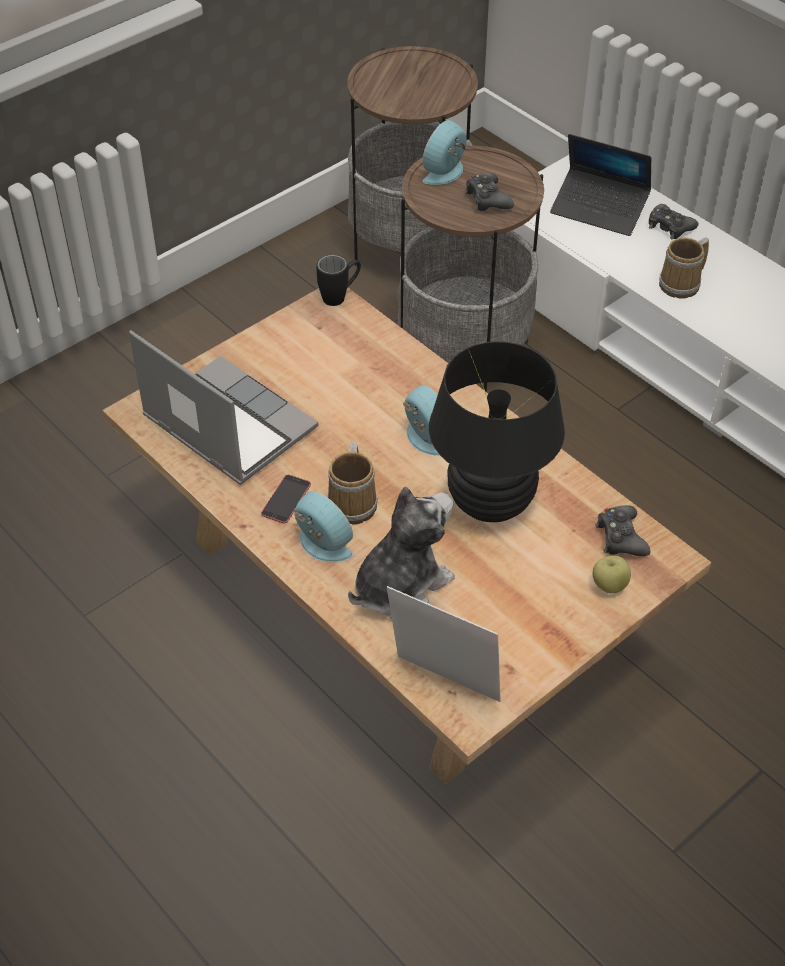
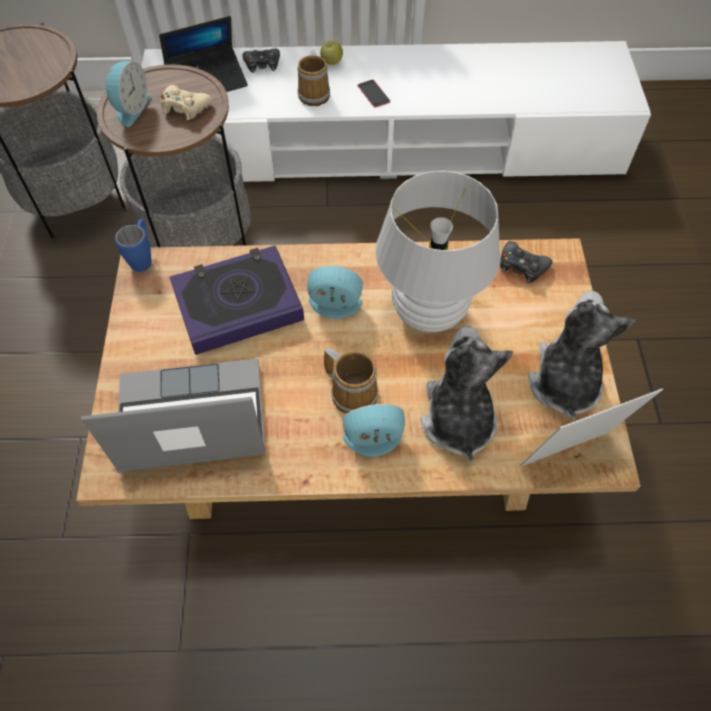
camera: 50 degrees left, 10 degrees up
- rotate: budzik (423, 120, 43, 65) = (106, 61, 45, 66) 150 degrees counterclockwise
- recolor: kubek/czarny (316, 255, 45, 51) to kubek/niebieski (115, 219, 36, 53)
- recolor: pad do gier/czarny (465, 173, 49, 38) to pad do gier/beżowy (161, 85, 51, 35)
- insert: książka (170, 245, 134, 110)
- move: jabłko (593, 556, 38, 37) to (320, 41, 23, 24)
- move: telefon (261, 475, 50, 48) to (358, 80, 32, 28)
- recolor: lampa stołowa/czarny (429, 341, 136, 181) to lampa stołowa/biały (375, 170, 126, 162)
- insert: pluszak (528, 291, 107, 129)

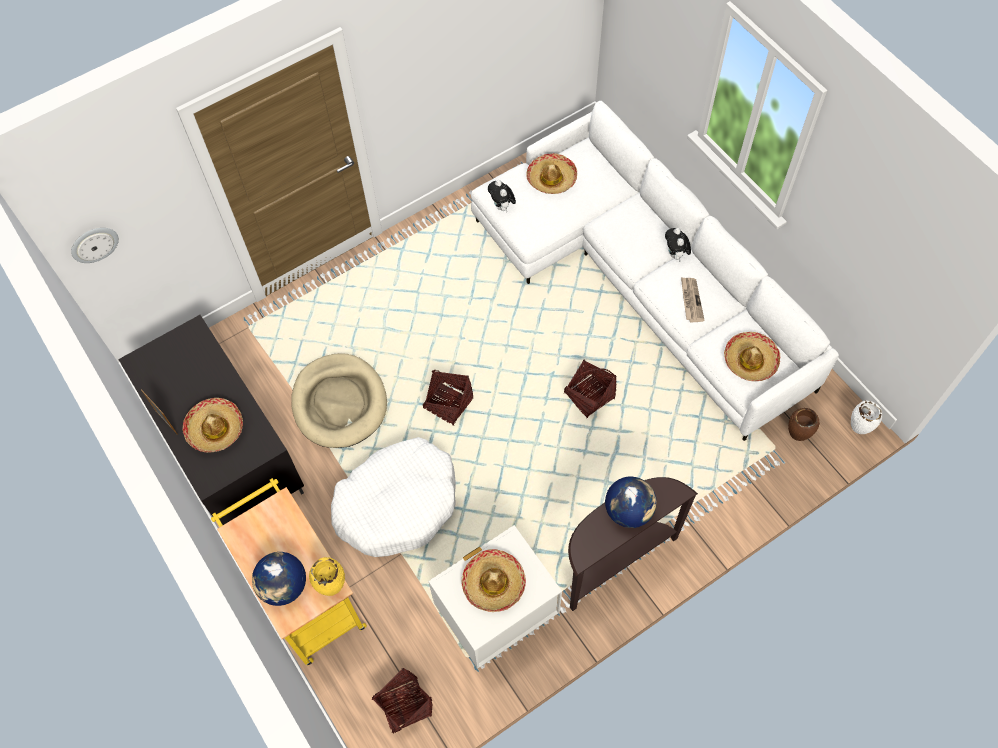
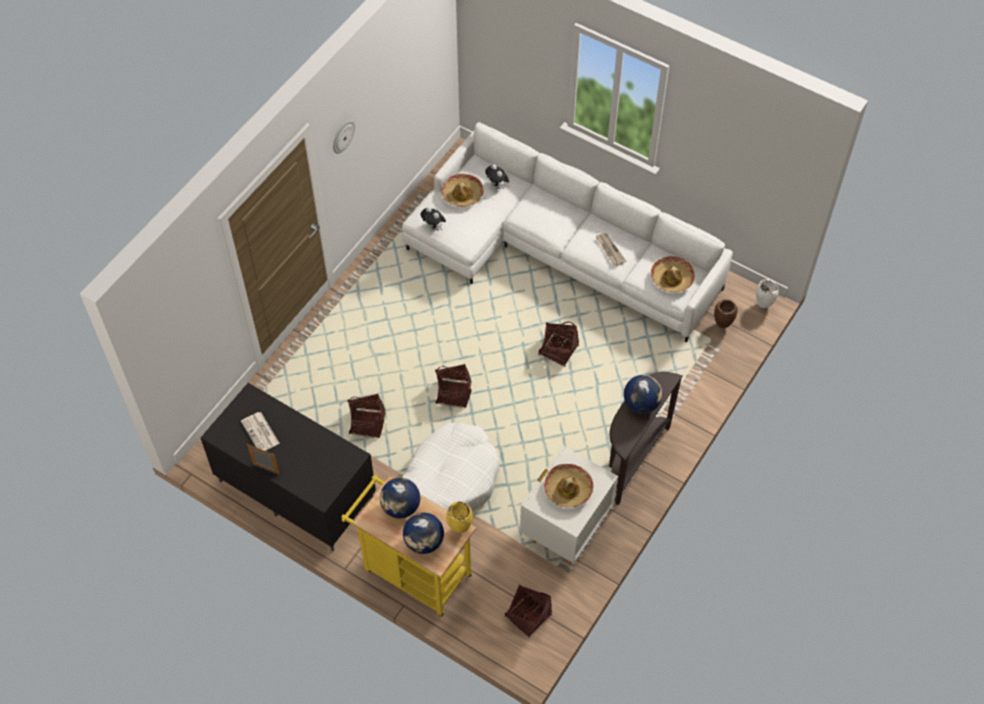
camera: 25 degrees left, 5 degrees down
- insert: gazeta (241, 412, 39, 39)
- move: zegar ścienny (71, 228, 48, 35) to (333, 120, 22, 34)
- replace: legowisko/beżowy (291, 353, 96, 95) to koszyk (347, 393, 39, 45)
- insert: globus (380, 478, 40, 41)
- move: pluszak (665, 228, 26, 33) to (485, 164, 24, 26)
- delete: kapelusz (182, 398, 61, 55)

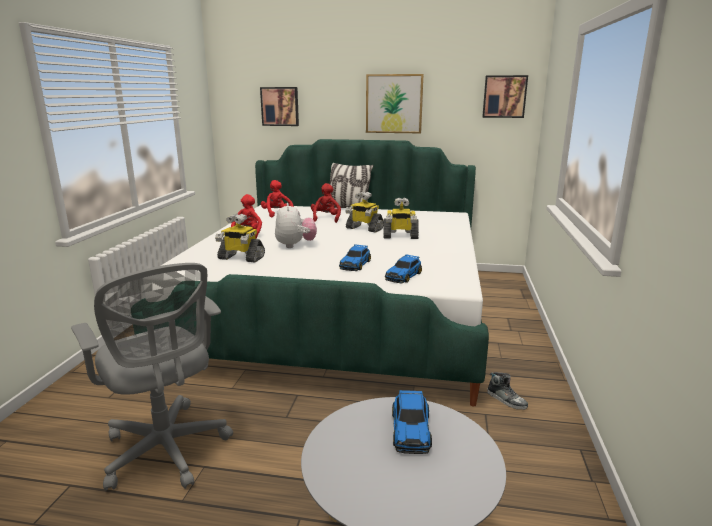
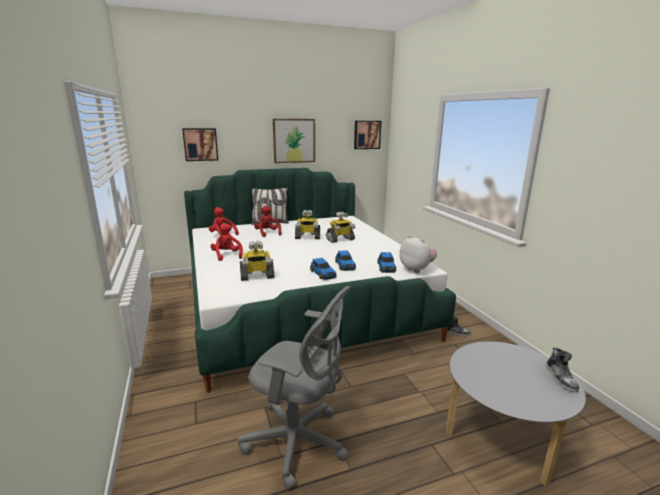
camera: 30 degrees left, 0 degrees up
- move: samochodzik (392, 390, 40, 64) to (310, 258, 27, 22)
- move: pluszak (275, 203, 42, 45) to (399, 235, 38, 38)
- insert: but (546, 348, 33, 44)

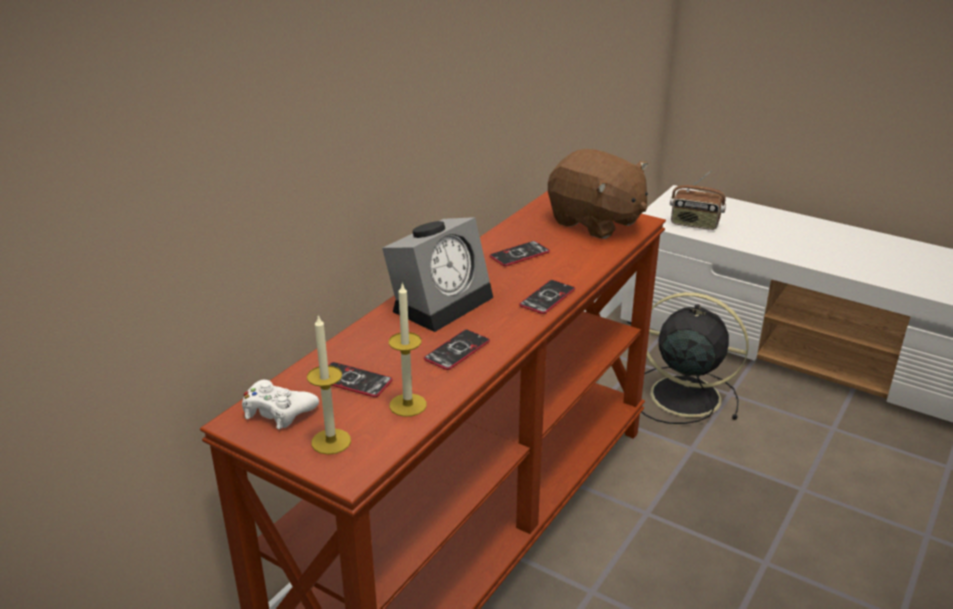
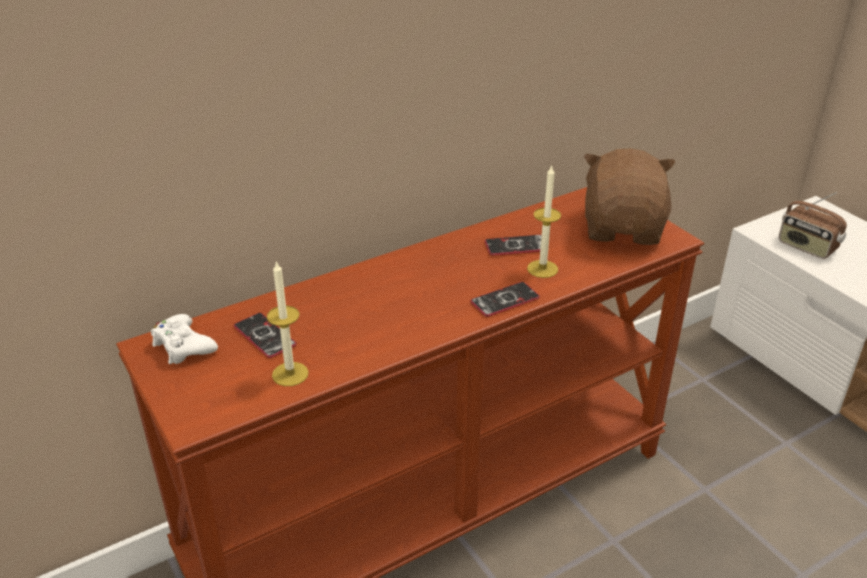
camera: 25 degrees right, 5 degrees up
- move: świeca (307, 314, 44, 141) to (527, 165, 34, 113)
- rotate: pluszak/brązowy (548, 149, 100, 90) = (584, 148, 92, 97) 150 degrees counterclockwise
- delete: budzik (382, 217, 111, 115)
- delete: telefon (424, 329, 66, 41)
- delete: wentylator/czarny (642, 292, 107, 132)

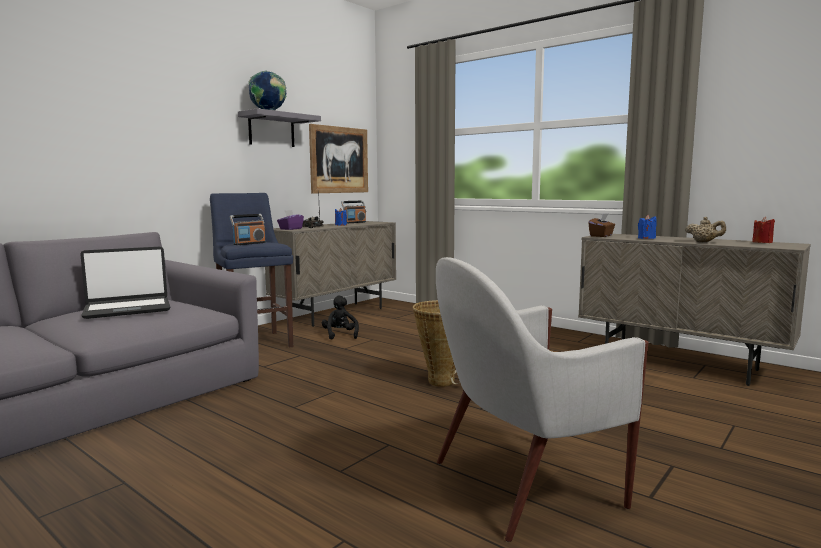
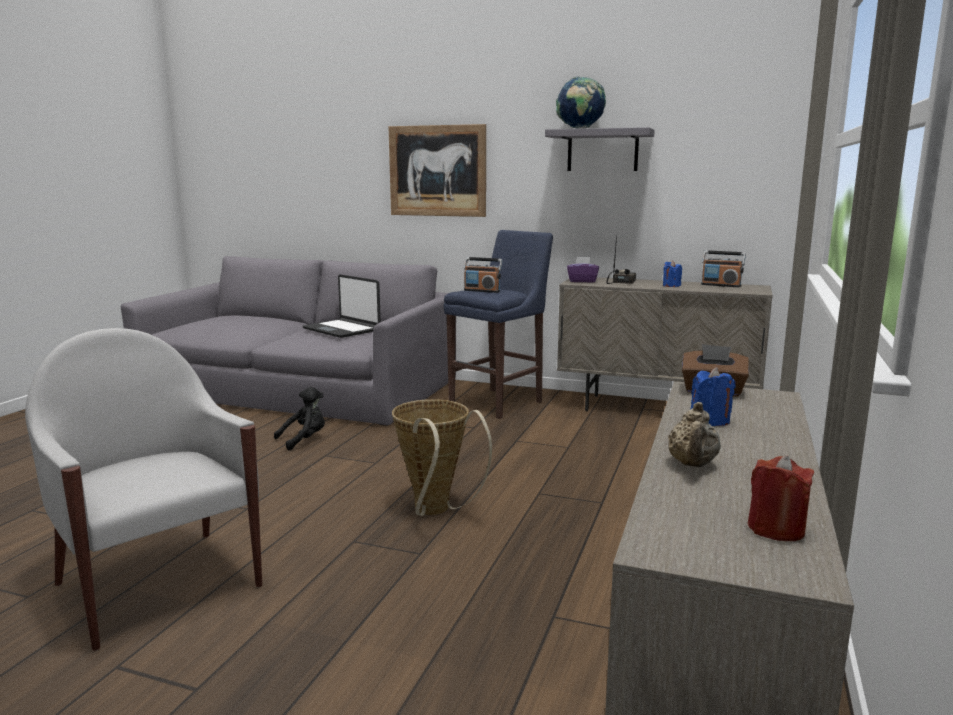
camera: 70 degrees right, 5 degrees up
- move: pluszak/czarny (322, 295, 37, 45) to (274, 387, 51, 63)
- move: obraz (309, 124, 59, 69) to (388, 124, 98, 93)

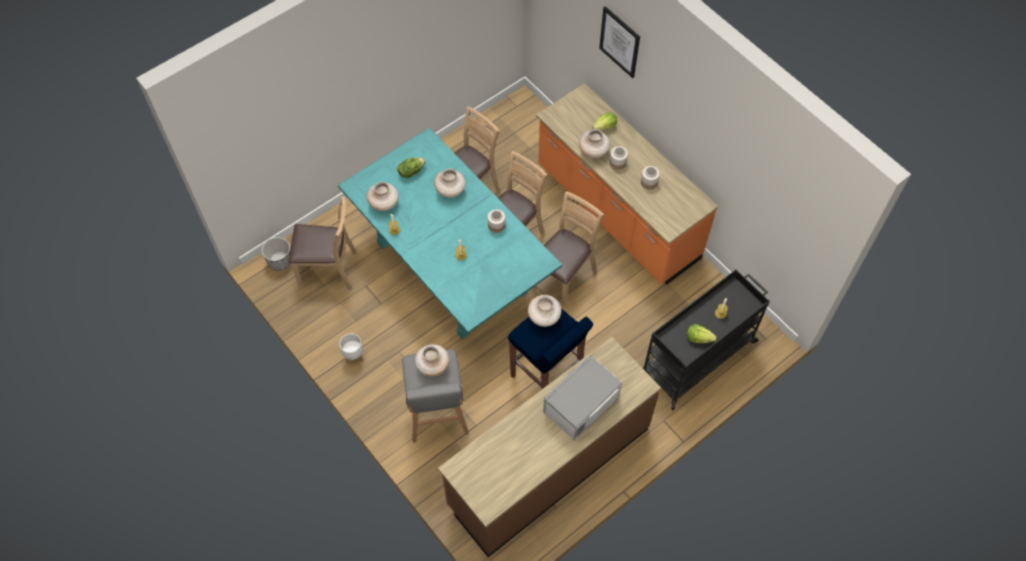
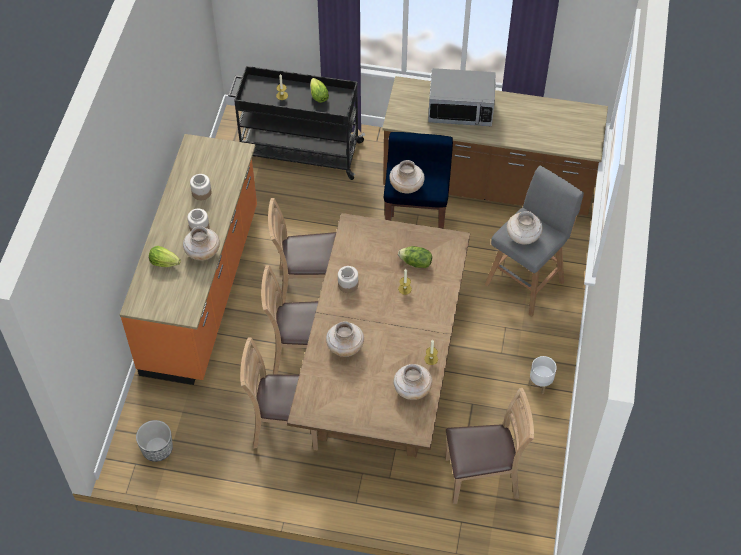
camera: 130 degrees left, 5 degrees down
- move: donica (261, 237, 30, 33) to (136, 420, 37, 42)
- recolor: stół jadalny/turkusowy (338, 128, 224, 211) to stół jadalny/brązowy (287, 213, 183, 244)
- move: sałata (397, 157, 28, 21) to (398, 246, 34, 22)
- rotate: krzesło/brązowy (288, 197, 69, 93) = (445, 388, 89, 116) 120 degrees clockwise
- delete: obraz (599, 6, 41, 72)

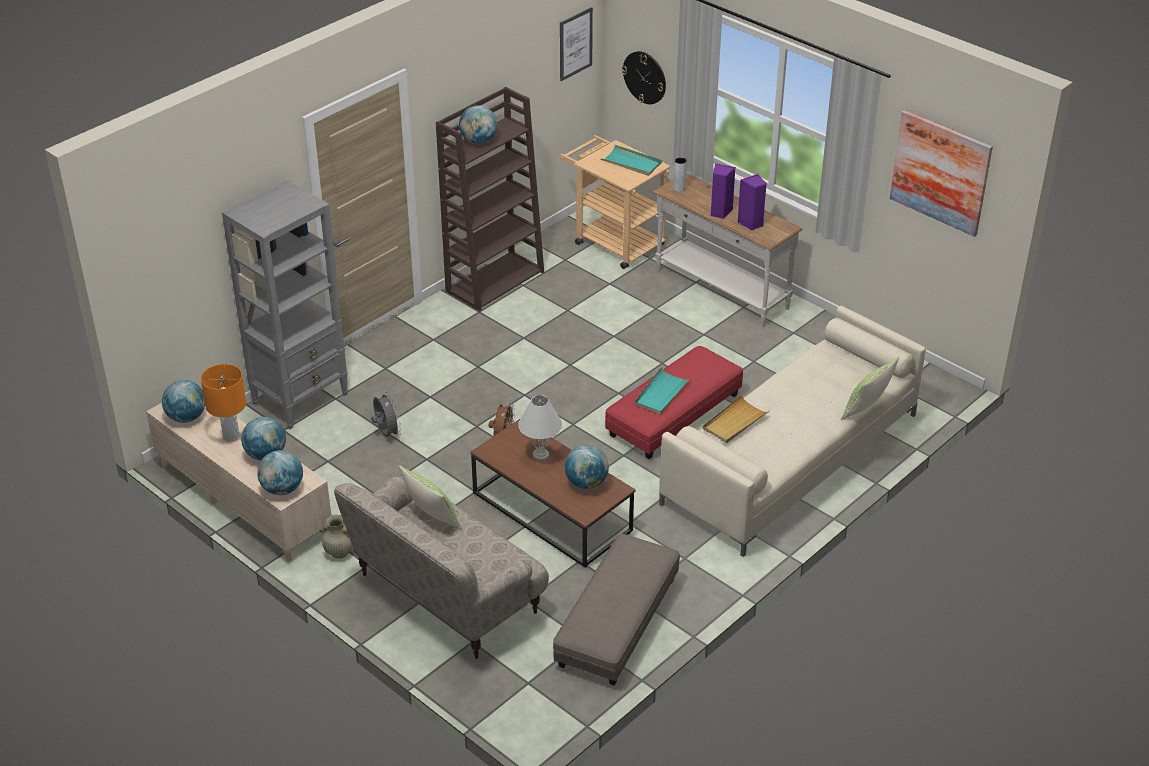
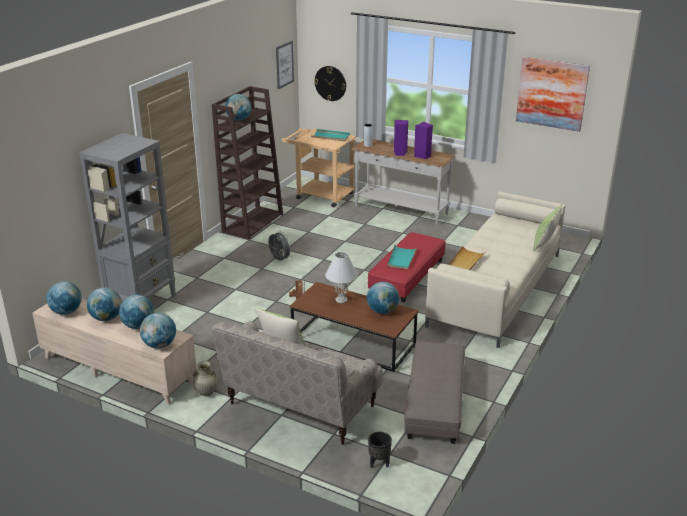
camera: 15 degrees left, 10 degrees down
- replace: lampa stołowa/pomarańczowy (201, 364, 45, 78) to globus (87, 287, 35, 34)
- move: wentylator/szary (371, 392, 30, 45) to (268, 230, 24, 31)
- insert: donica/czarny (368, 431, 24, 37)

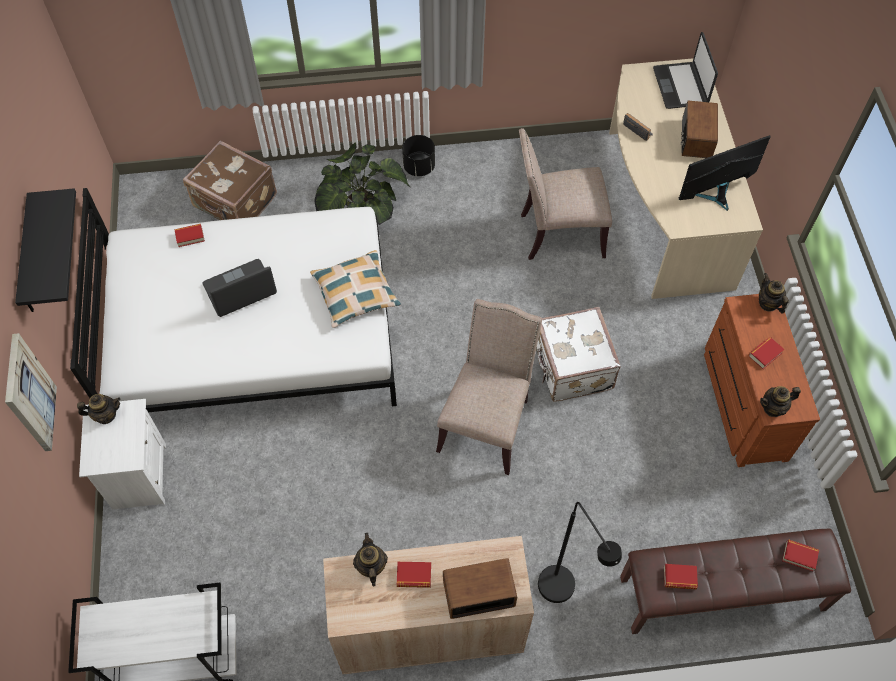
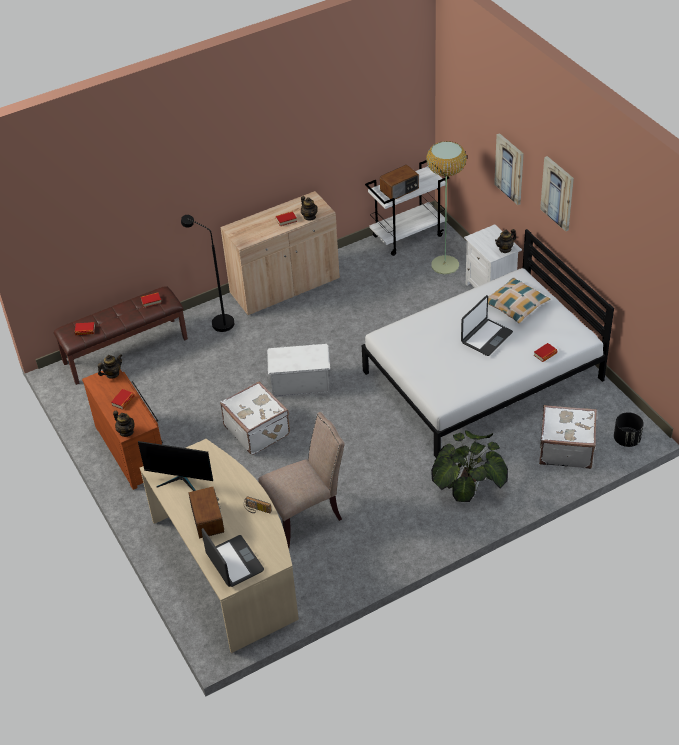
camera: 160 degrees right, 15 degrees down
- rotate: monitor (678, 135, 93, 76) = (138, 441, 75, 50) 60 degrees clockwise
- replace: krzesło/beżowy (436, 299, 106, 176) to pojemnik do przechowywania/biały (267, 344, 63, 53)
- move: radio (443, 558, 74, 61) to (380, 165, 39, 34)
- insert: lampa stojąca (426, 141, 41, 133)
- move: poduszka (310, 250, 91, 78) to (488, 277, 62, 46)
- recolor: walizka/brązowy (183, 141, 94, 79) to walizka/biały (539, 405, 58, 64)
- replace: półka/czarny (15, 188, 61, 124) to obraz (540, 156, 34, 75)
- move: donica/czarny (402, 135, 33, 41) to (614, 412, 30, 35)

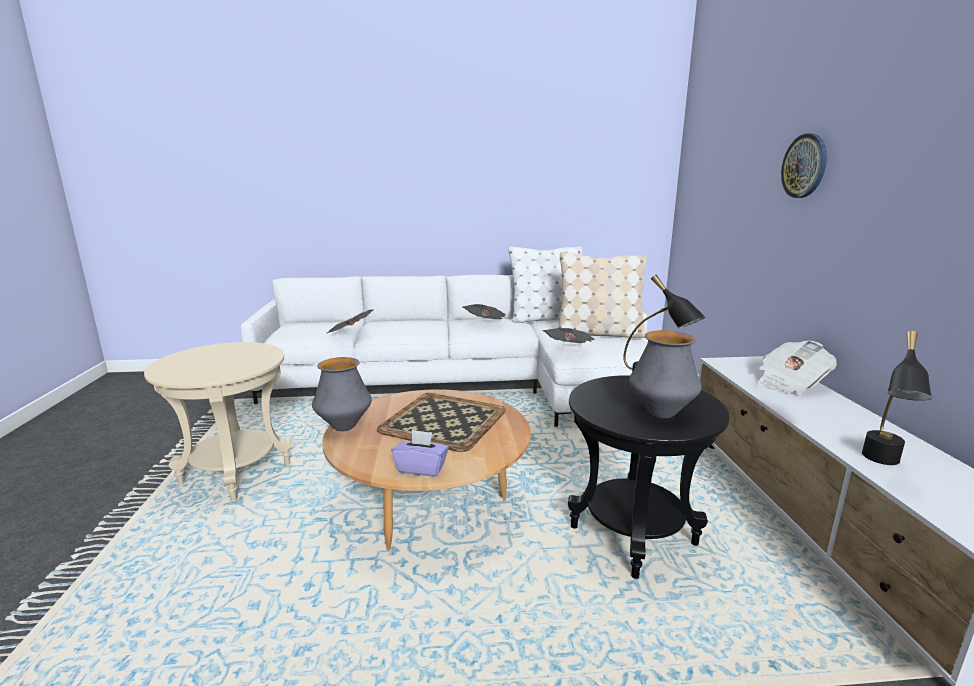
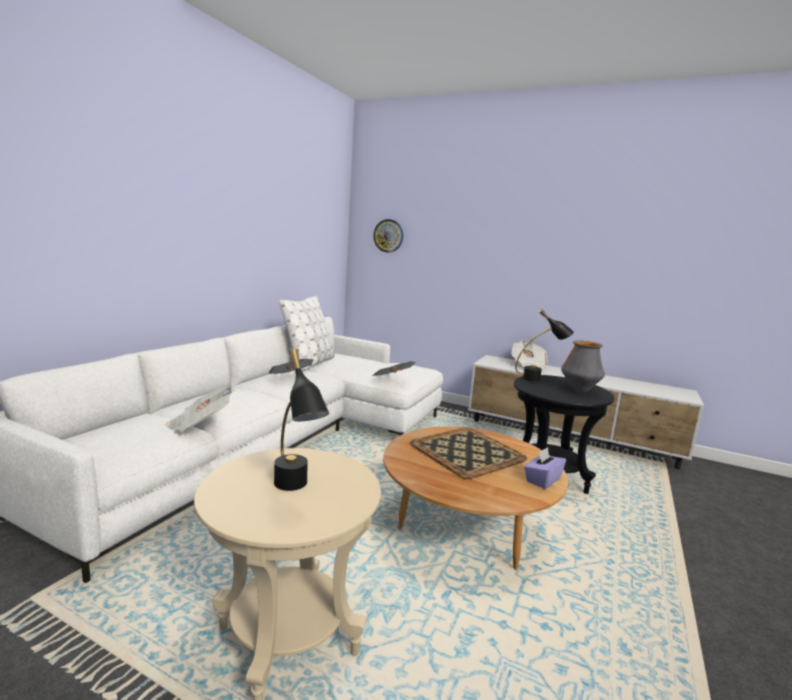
camera: 60 degrees left, 5 degrees down
- move: lampa stołowa/czarny (862, 331, 70, 134) to (274, 349, 55, 142)
- move: zegar ścienny (781, 133, 46, 65) to (373, 219, 30, 34)
- delete: wazon (312, 357, 60, 74)
- delete: poduszka/beżowy (558, 252, 89, 86)

